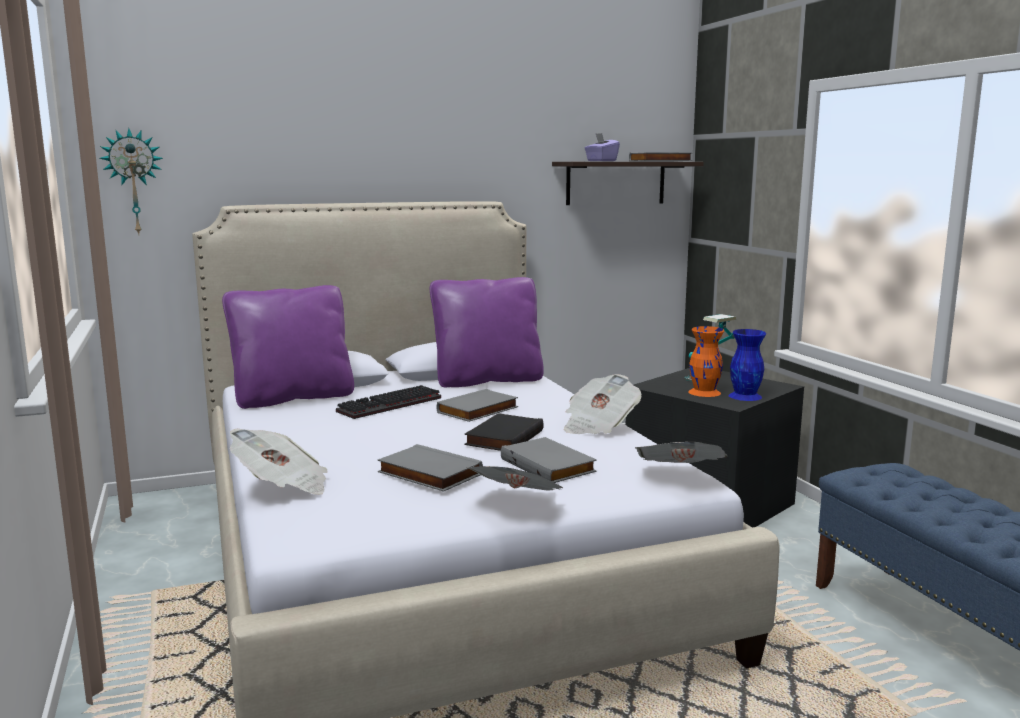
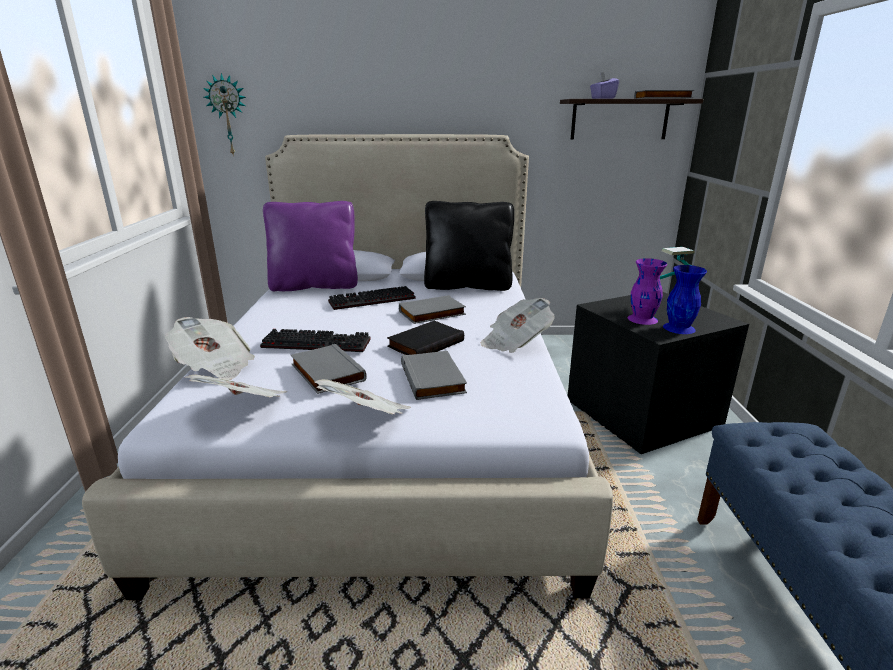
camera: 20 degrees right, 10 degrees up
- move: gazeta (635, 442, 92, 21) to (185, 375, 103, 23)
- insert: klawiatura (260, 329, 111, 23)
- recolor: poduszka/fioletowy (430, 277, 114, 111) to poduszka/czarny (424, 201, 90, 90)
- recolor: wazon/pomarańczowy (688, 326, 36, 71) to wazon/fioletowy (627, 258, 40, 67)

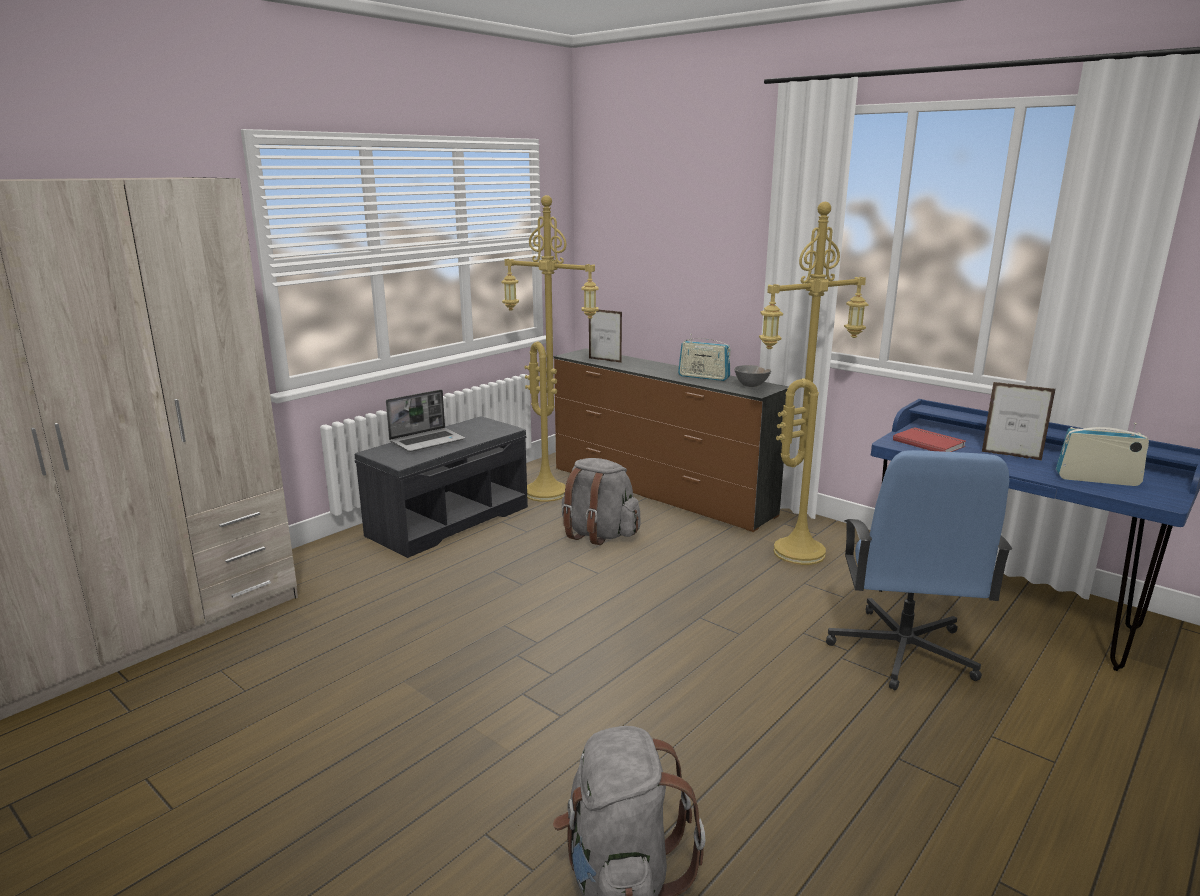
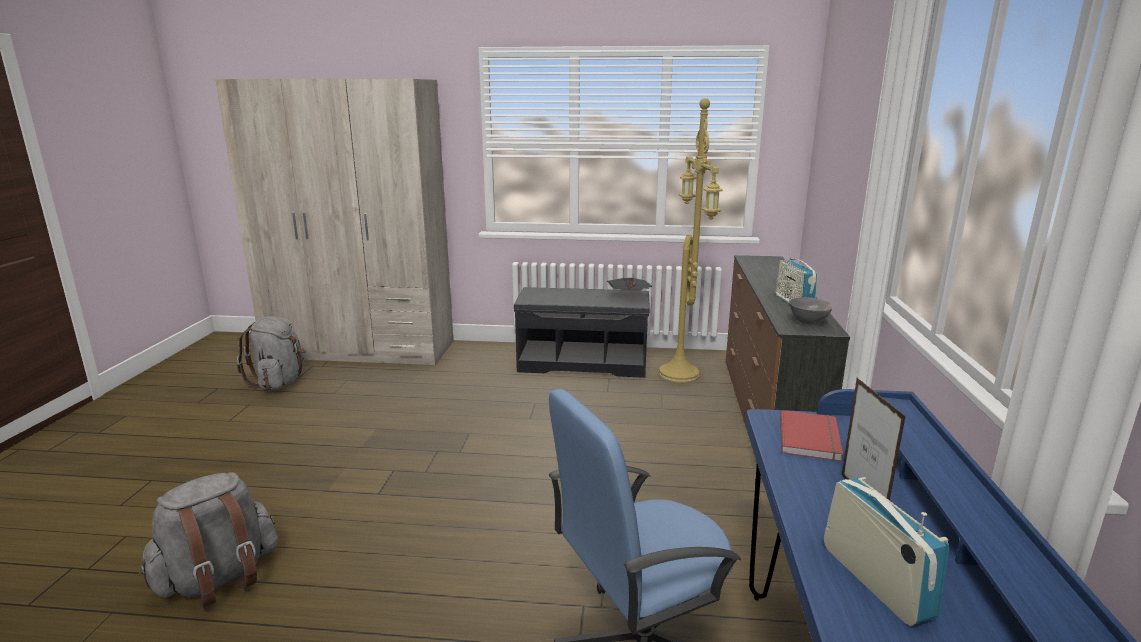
camera: 55 degrees right, 0 degrees up
- move: plecak/szary (562, 458, 79, 87) to (237, 316, 69, 74)
- insert: gazeta (607, 278, 45, 13)
- delete: laptop (386, 390, 79, 62)
- delete: ramka na zdjęcie (589, 309, 33, 54)
- delete: lampa stojąca/żółty (759, 202, 110, 363)

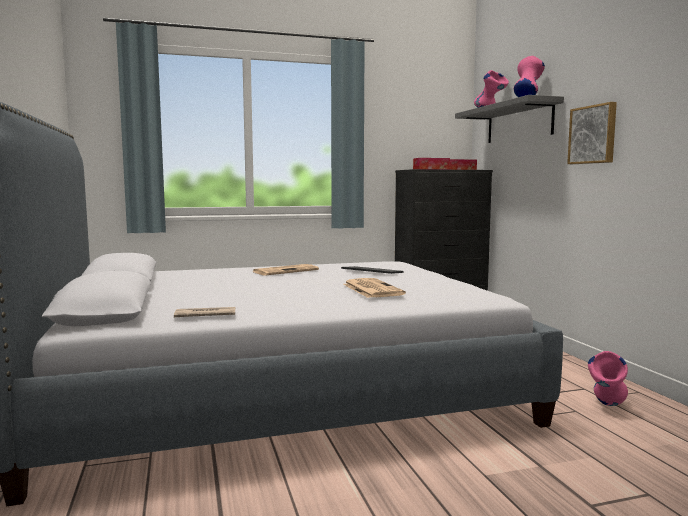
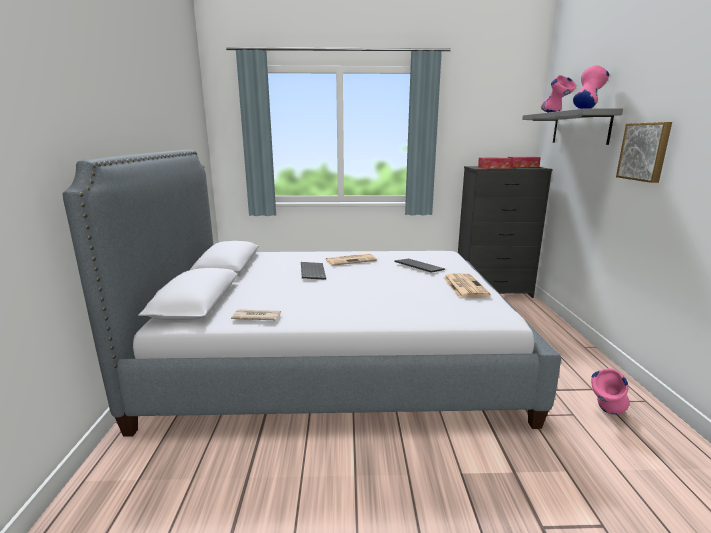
camera: 15 degrees right, 10 degrees up
- insert: klawiatura (301, 262, 25, 18)
- move: gazeta (343, 278, 63, 20) to (443, 273, 47, 24)

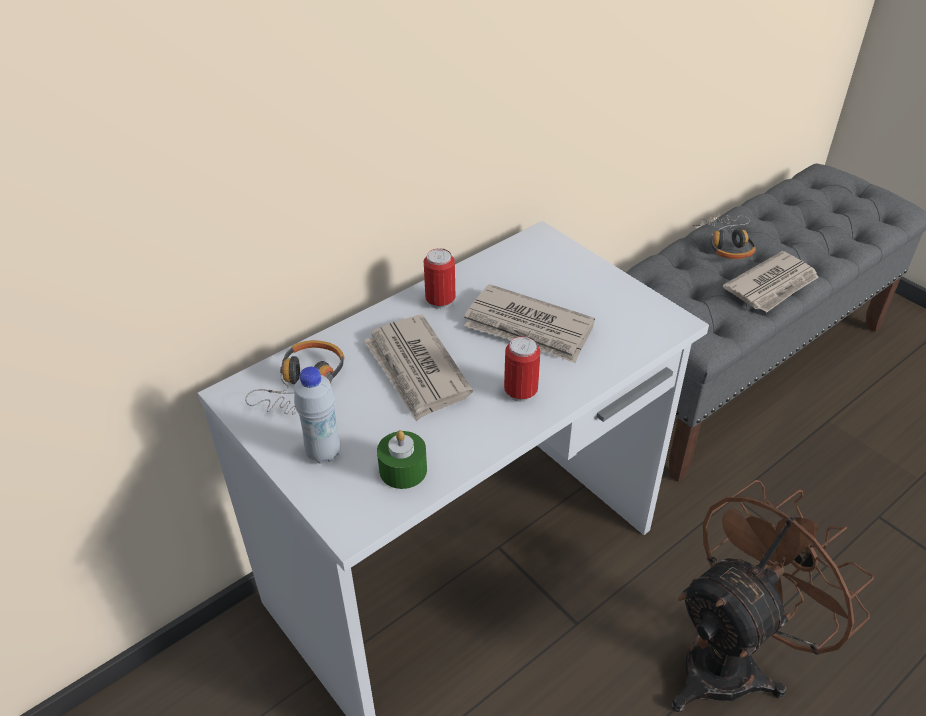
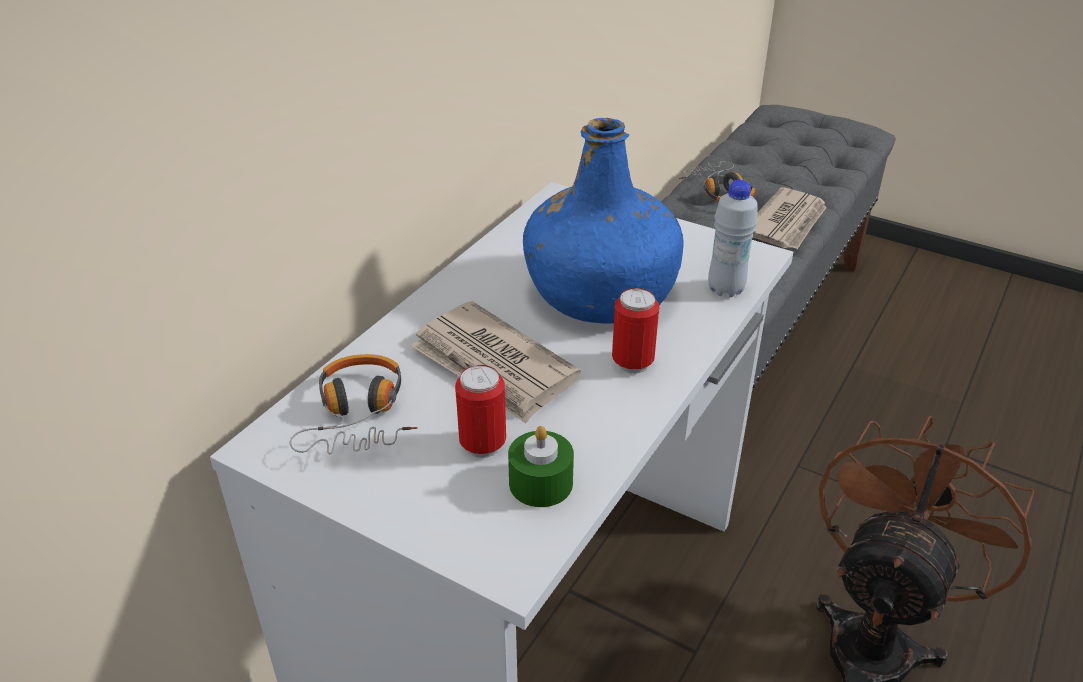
camera: 20 degrees left, 5 degrees down
- move: puszka (424, 248, 31, 61) to (455, 365, 51, 93)
- replace: gazeta (464, 284, 131, 79) to butelka/niebieski (523, 118, 161, 206)
- move: butelka/biały (294, 367, 47, 96) to (708, 180, 50, 117)

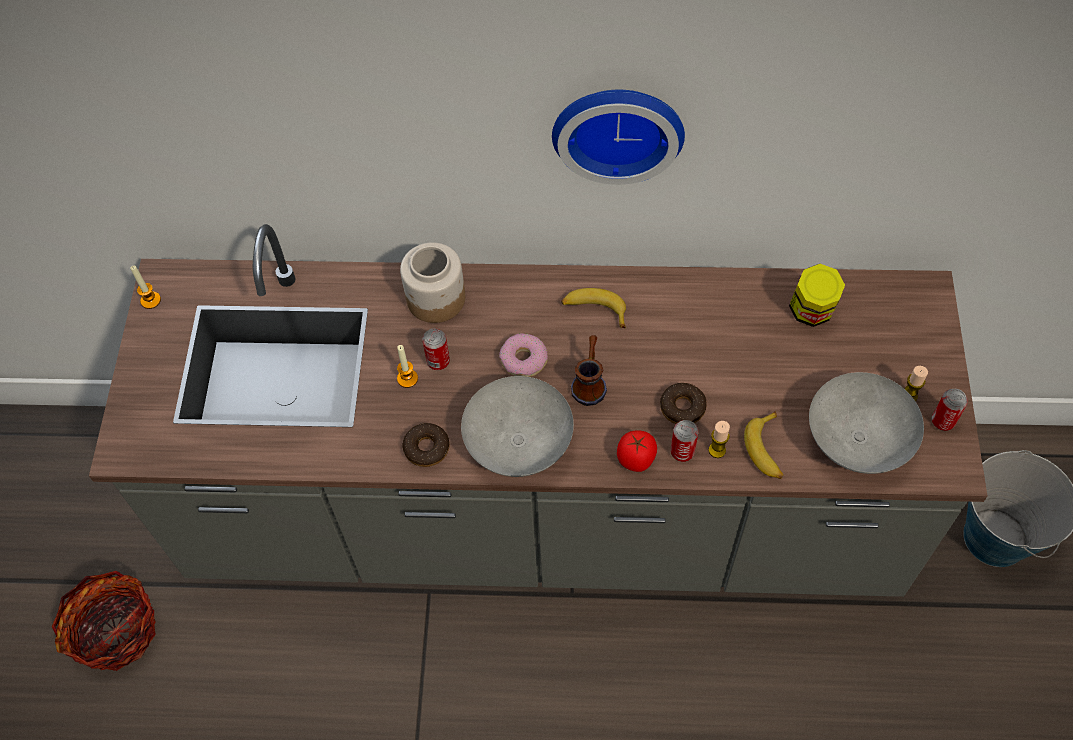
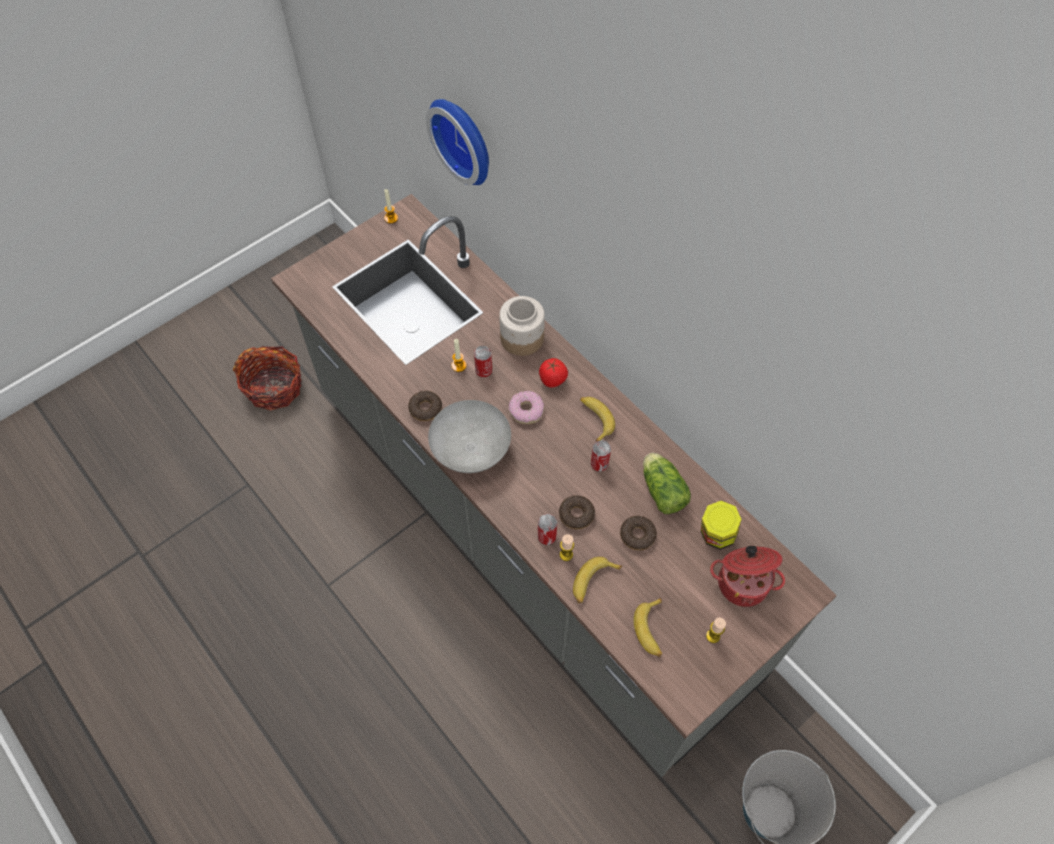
camera: 45 degrees right, 0 degrees up
- move: zegar ścienny (552, 90, 133, 95) to (426, 99, 63, 86)
- move: pomidor (617, 430, 40, 42) to (539, 358, 29, 30)
- move: puszka (932, 389, 36, 42) to (591, 440, 20, 32)
- insert: donut (620, 516, 37, 35)
- replace: miska/szary (809, 372, 115, 102) to banan (633, 597, 29, 60)
- insert: sałata (643, 453, 48, 61)
- insert: garnek (710, 546, 75, 61)
- delete: kubek (571, 335, 36, 71)

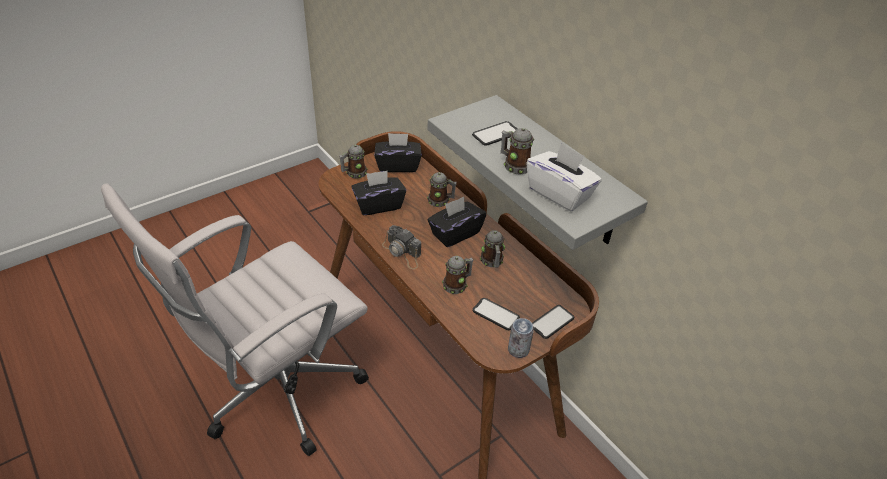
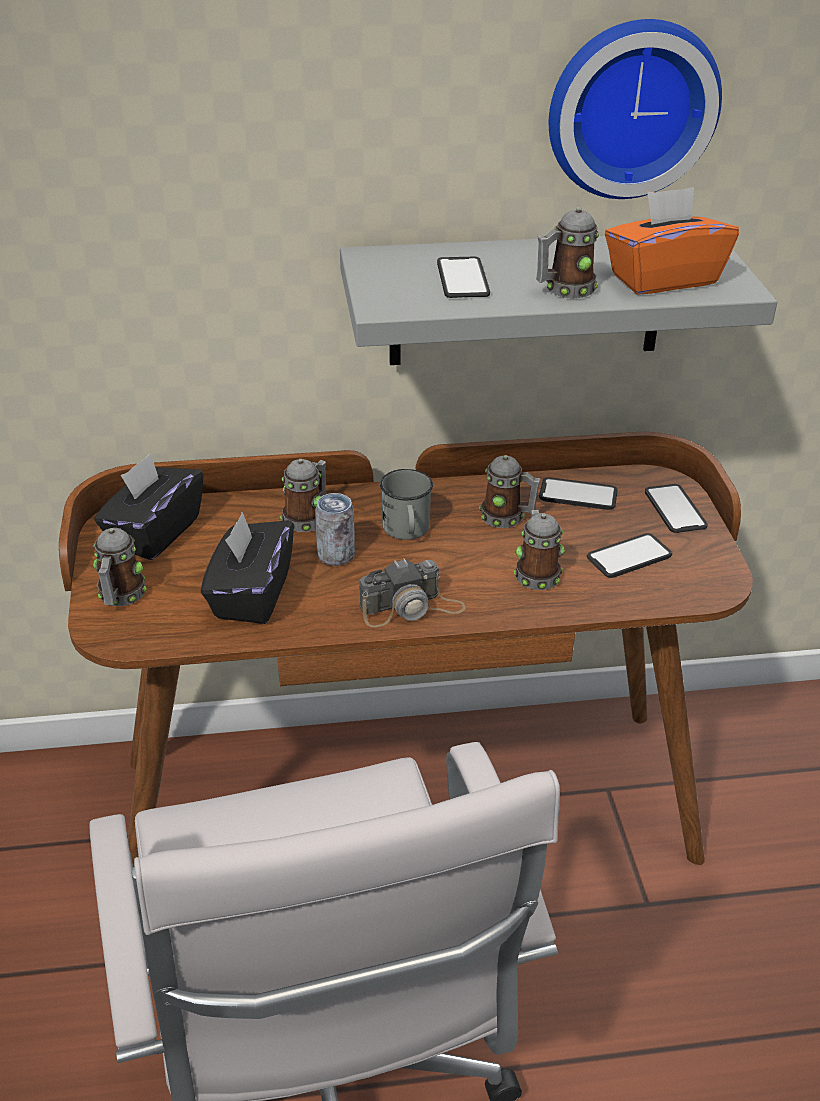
camera: 60 degrees left, 5 degrees down
- move: puszka (508, 318, 26, 40) to (315, 493, 40, 73)
- replace: pudełko chusteczek/czarny (428, 197, 58, 50) to kubek/szary (380, 469, 53, 71)
- insert: telefon (539, 477, 79, 33)
- insert: zegar ścienny (549, 19, 173, 180)
- recolor: pudełko chusteczek/biały (526, 143, 76, 69) to pudełko chusteczek/pomarańczowy (605, 187, 134, 108)

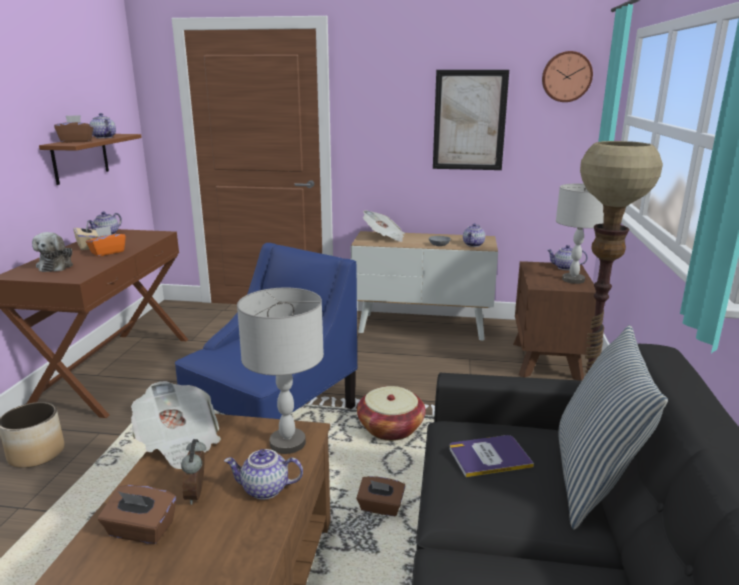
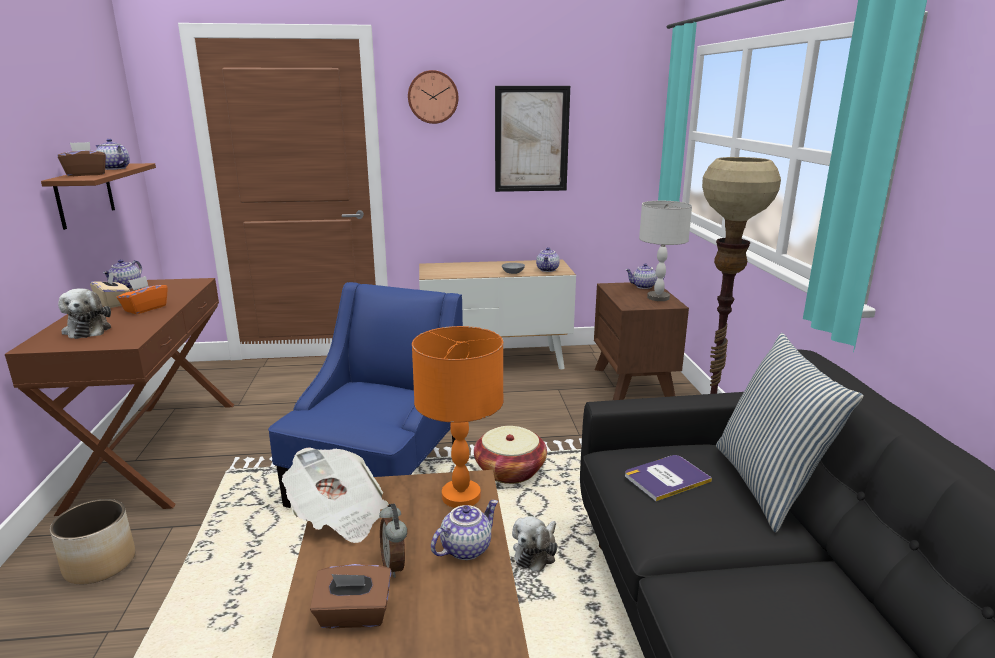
camera: 15 degrees left, 0 degrees up
- move: zegar ścienny (542, 51, 51, 51) to (408, 70, 50, 54)
- recolor: lampa stołowa/szary (237, 288, 87, 166) to lampa stołowa/pomarańczowy (412, 326, 92, 182)
- rotate: imbryk (224, 449, 79, 51) = (431, 500, 67, 60) 150 degrees clockwise
- replace: pudełko chusteczek/brązowy (356, 476, 49, 40) to pluszak (512, 516, 46, 56)
- delete: gazeta (363, 210, 42, 32)

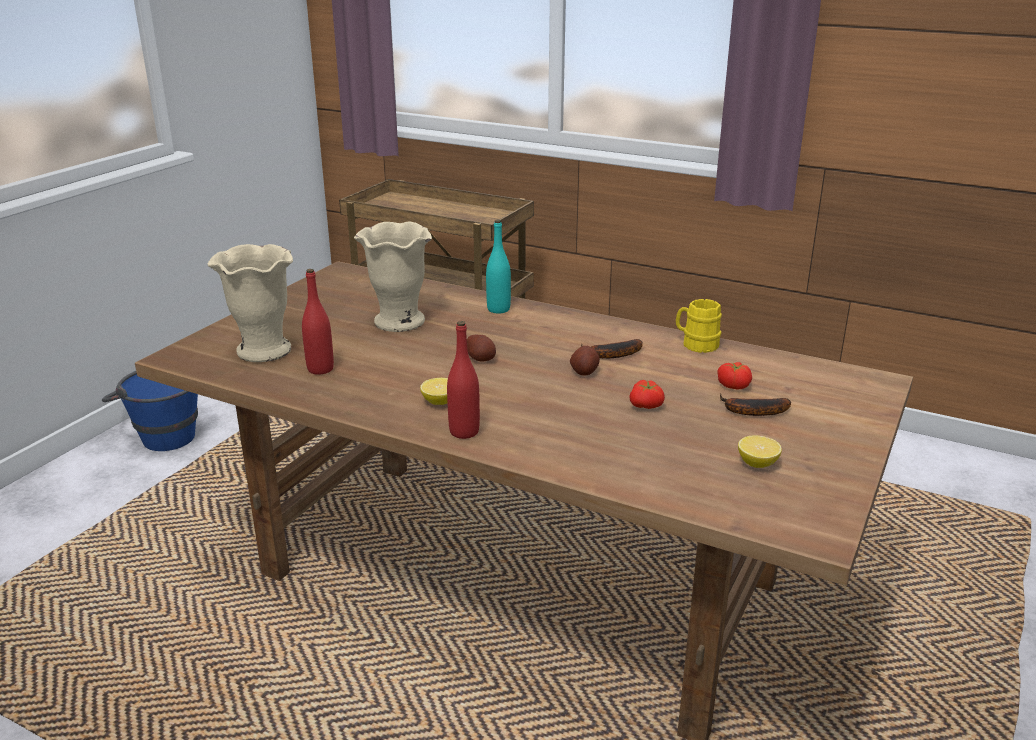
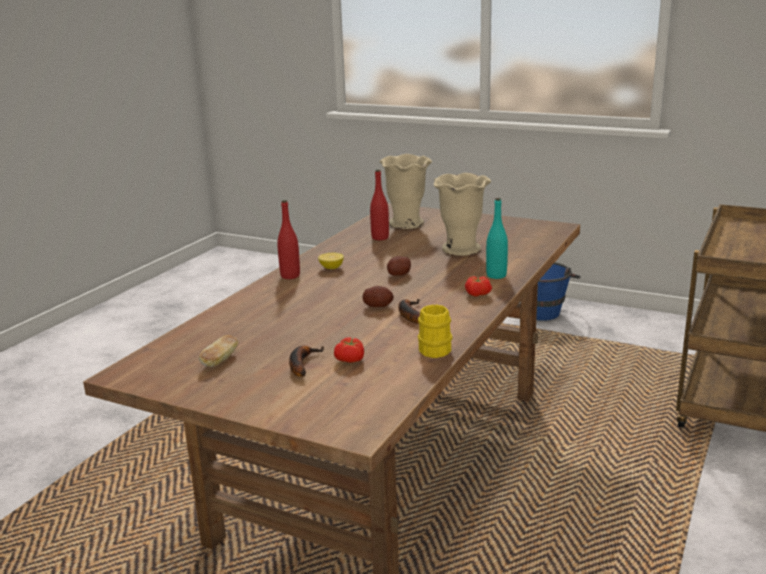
camera: 90 degrees right, 5 degrees down
- replace: cytryna (738, 436, 44, 32) to chleb (199, 335, 39, 32)
- move: pomidor (629, 380, 36, 29) to (465, 276, 27, 21)

